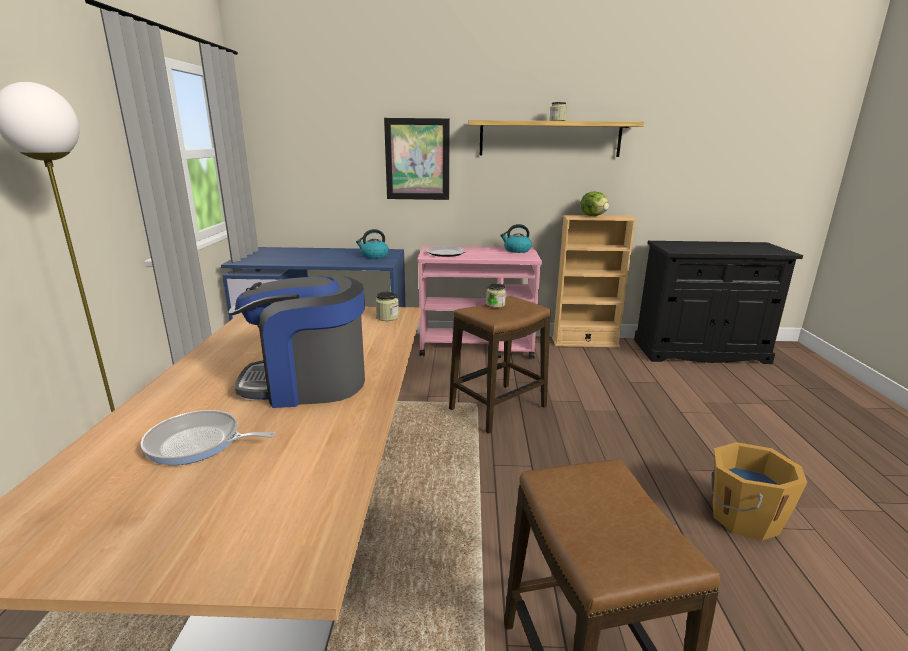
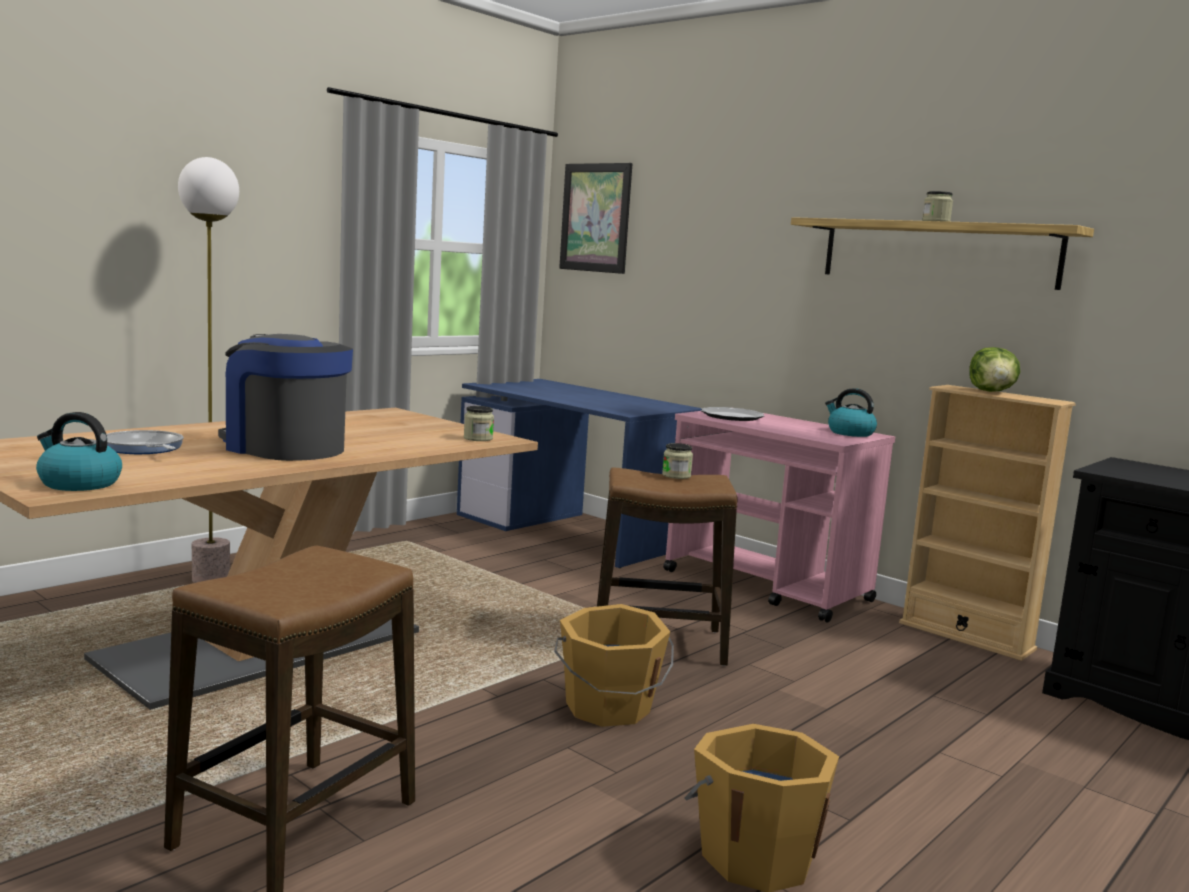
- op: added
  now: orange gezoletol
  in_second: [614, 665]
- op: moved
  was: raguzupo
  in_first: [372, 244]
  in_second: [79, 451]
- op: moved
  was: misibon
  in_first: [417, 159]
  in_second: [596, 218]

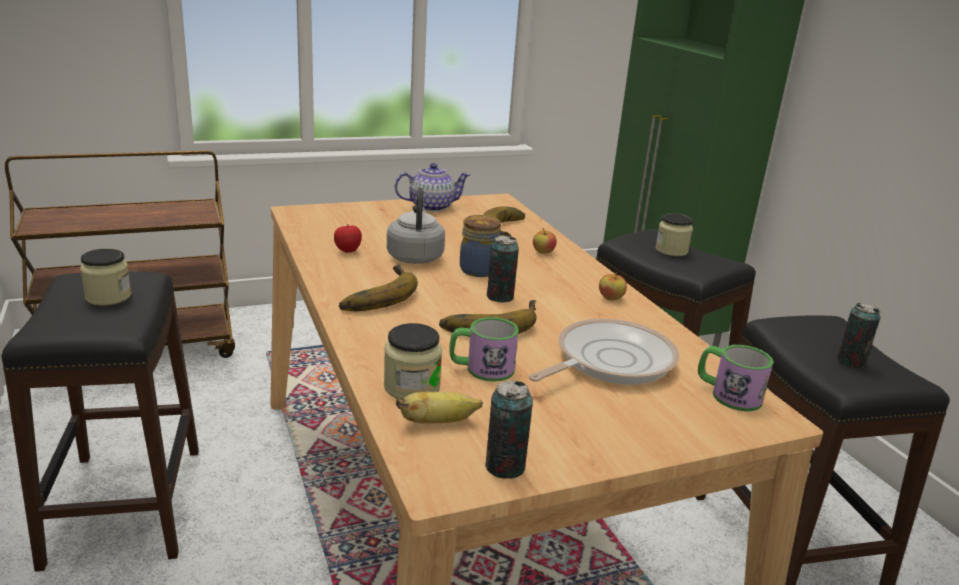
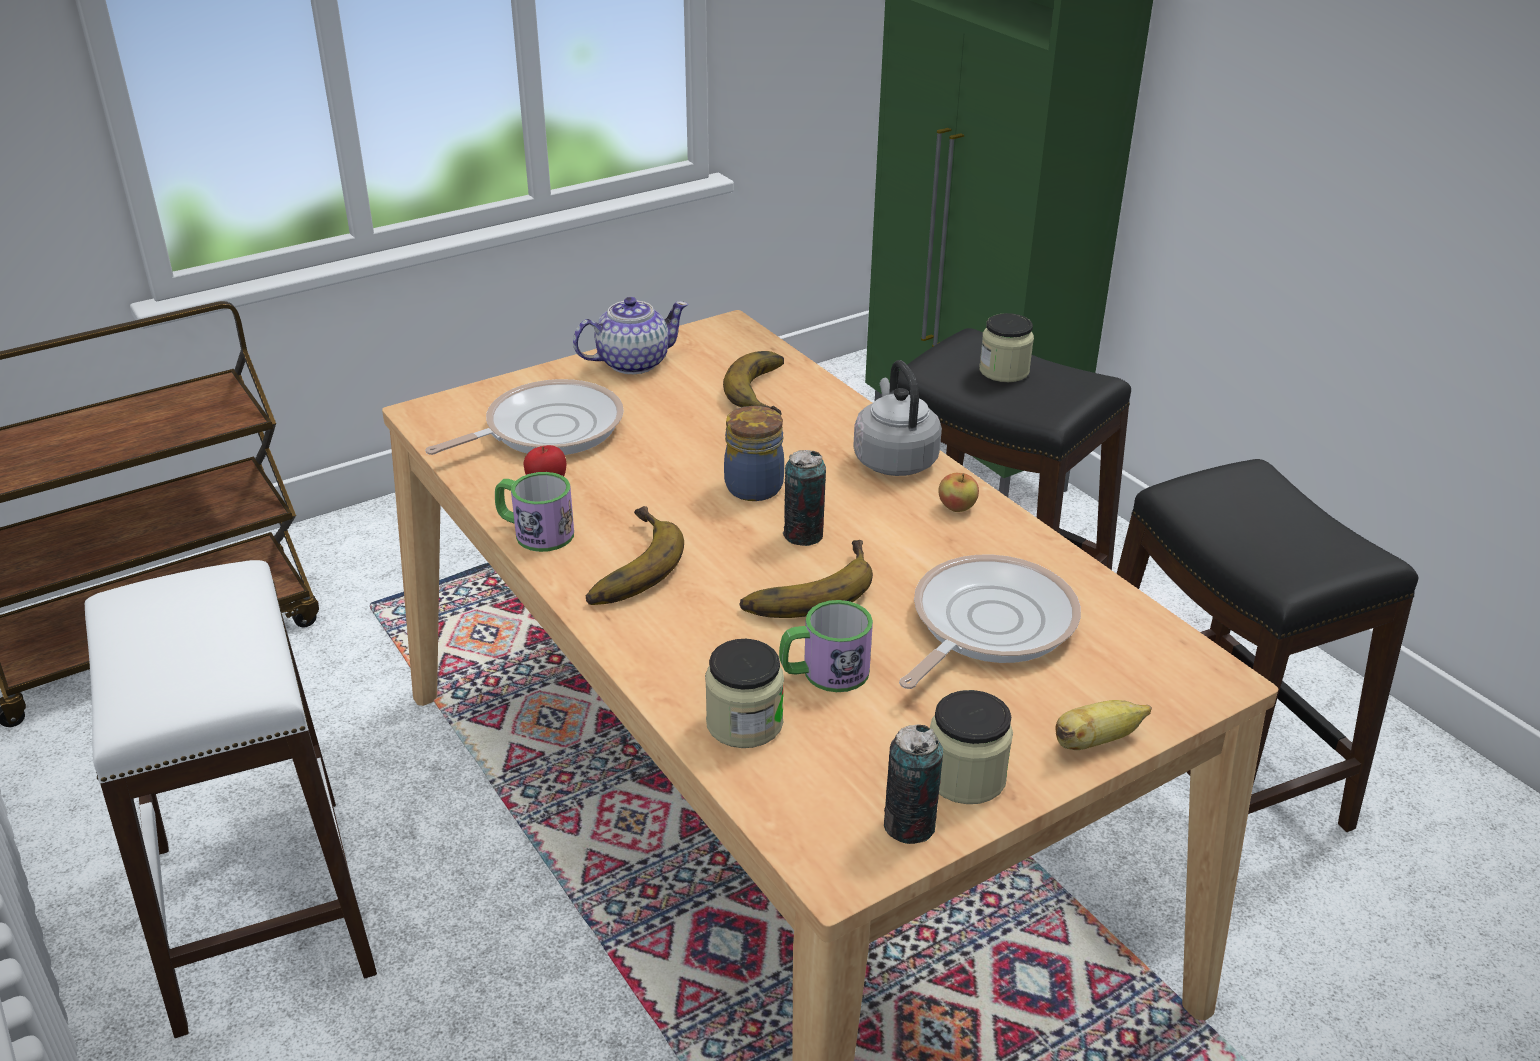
- op: removed
  was: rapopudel
  in_first: [545, 241]
- op: removed
  was: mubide
  in_first: [858, 336]
- op: added
  now: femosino
  in_second: [524, 417]
- op: moved
  was: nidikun
  in_first: [105, 277]
  in_second: [971, 747]
- op: moved
  was: grey raguzupo
  in_first: [416, 225]
  in_second: [897, 418]
- op: moved
  was: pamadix
  in_first: [439, 407]
  in_second: [1103, 725]
- op: moved
  was: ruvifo
  in_first: [736, 378]
  in_second: [534, 512]
- op: recoloured
  was: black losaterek
  now: white losaterek
  in_first: [100, 421]
  in_second: [231, 799]

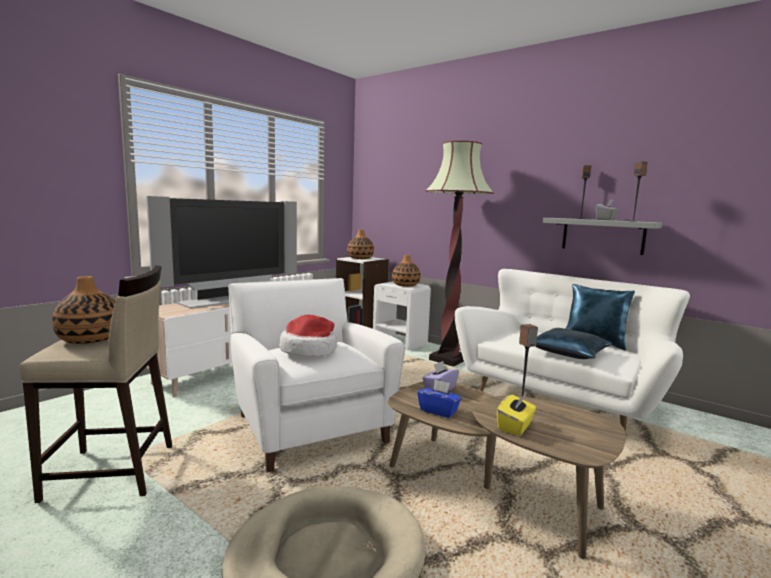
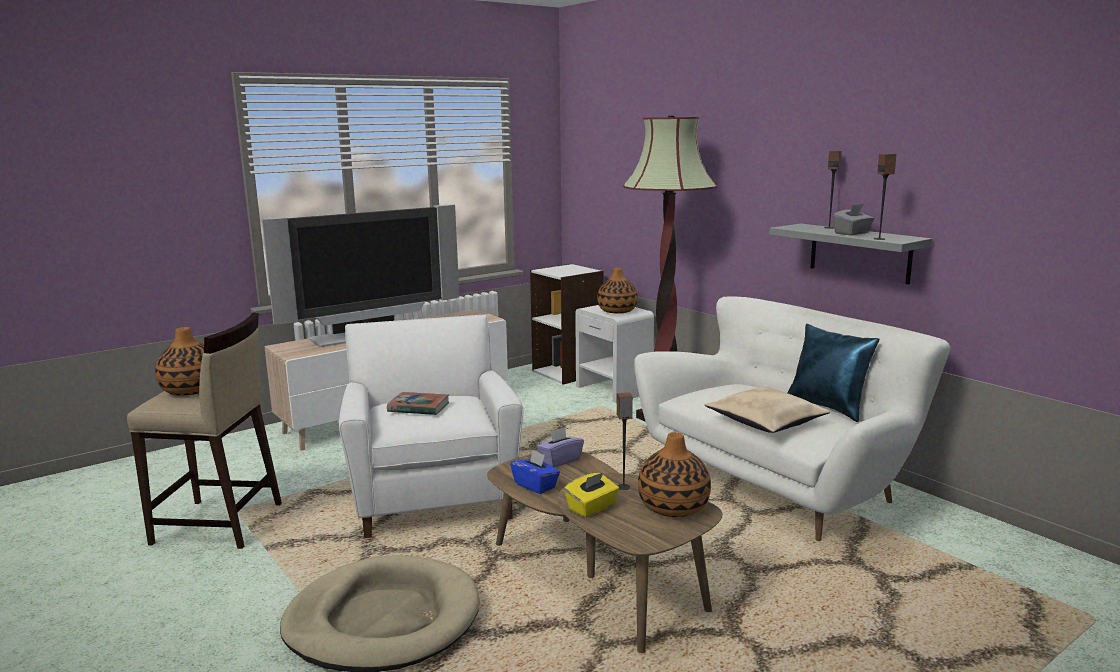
- op: moved
  was: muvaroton
  in_first: [360, 244]
  in_second: [674, 474]
- op: replaced
  was: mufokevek
  now: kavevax
  in_first: [308, 336]
  in_second: [418, 403]
- op: recoloured
  was: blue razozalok
  now: beige razozalok
  in_first: [573, 343]
  in_second: [767, 410]

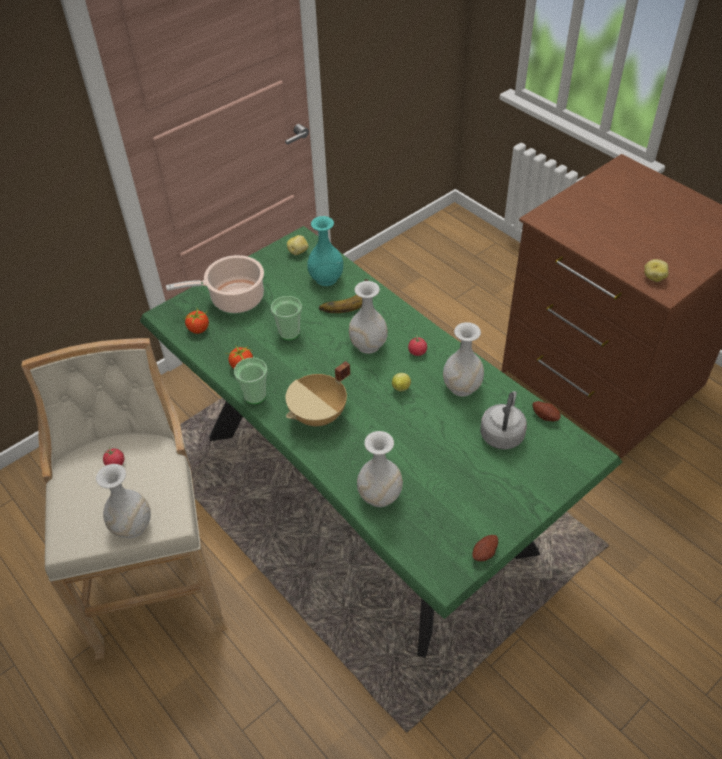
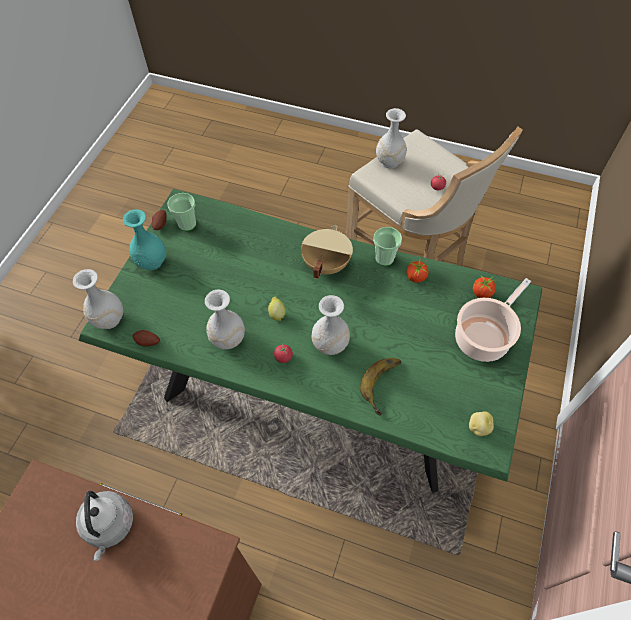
- op: removed
  was: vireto
  in_first: [656, 270]
- op: moved
  was: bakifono
  in_first: [286, 318]
  in_second: [182, 212]
- op: moved
  was: turquoise muvaroton
  in_first: [325, 251]
  in_second: [144, 239]
- op: moved
  was: white muvaroton
  in_first: [380, 469]
  in_second: [98, 299]
- op: moved
  was: grey raguzupo
  in_first: [503, 420]
  in_second: [104, 526]

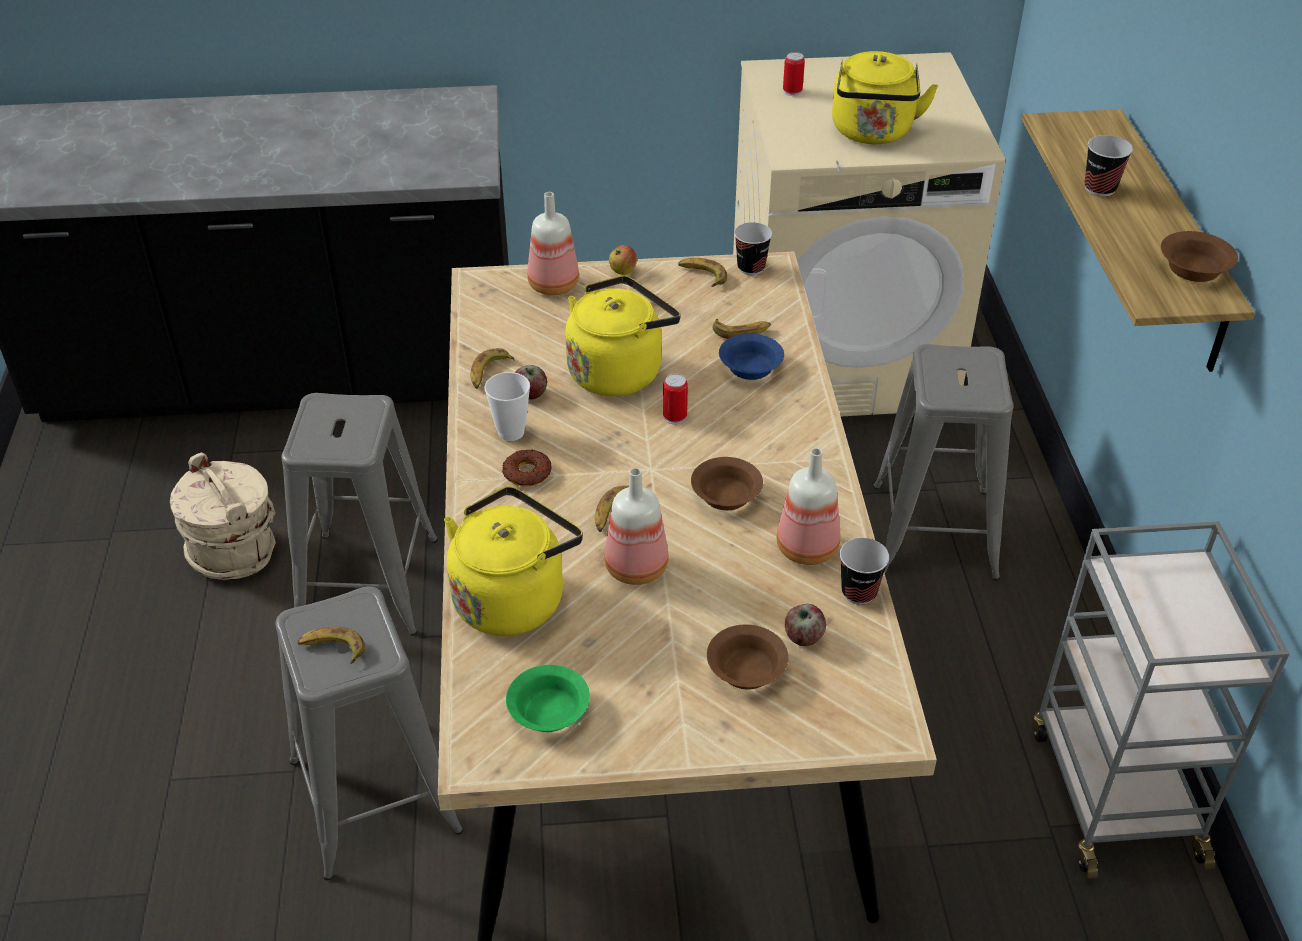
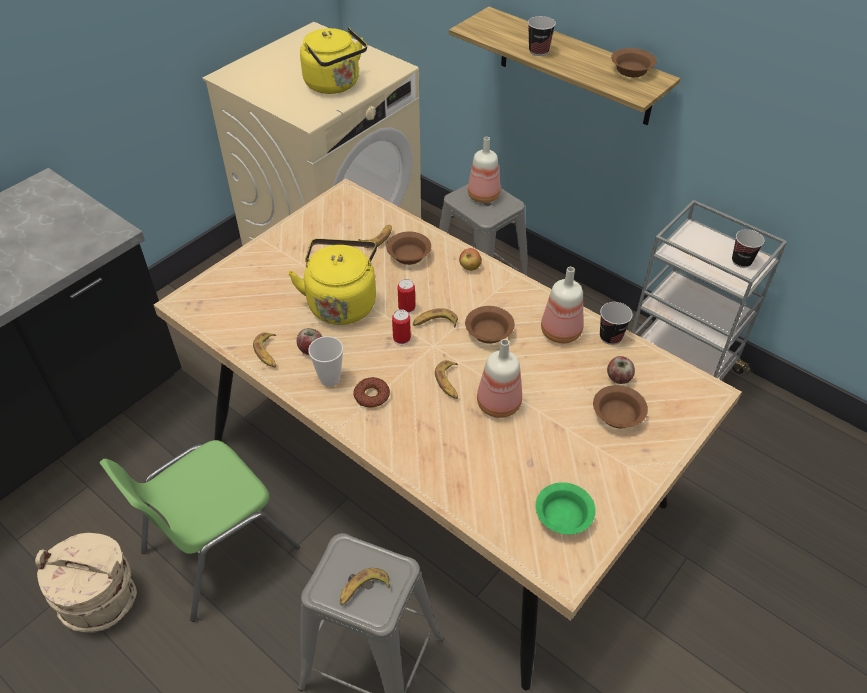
- op: removed
  was: yellow raguzupo
  in_first: [513, 561]
- op: moved
  was: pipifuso
  in_first: [553, 243]
  in_second: [484, 170]
- op: moved
  was: rapopudel
  in_first: [623, 260]
  in_second: [470, 259]
- op: moved
  was: pamadix
  in_first: [702, 272]
  in_second: [435, 318]
- op: moved
  was: bakifono
  in_first: [753, 248]
  in_second: [748, 248]
- op: moved
  was: mubide
  in_first: [794, 74]
  in_second: [401, 327]
- op: replaced
  was: grey losaterek
  now: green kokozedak
  in_first: [359, 514]
  in_second: [199, 531]
- op: recoloured
  was: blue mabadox
  now: brown mabadox
  in_first: [751, 356]
  in_second: [408, 248]

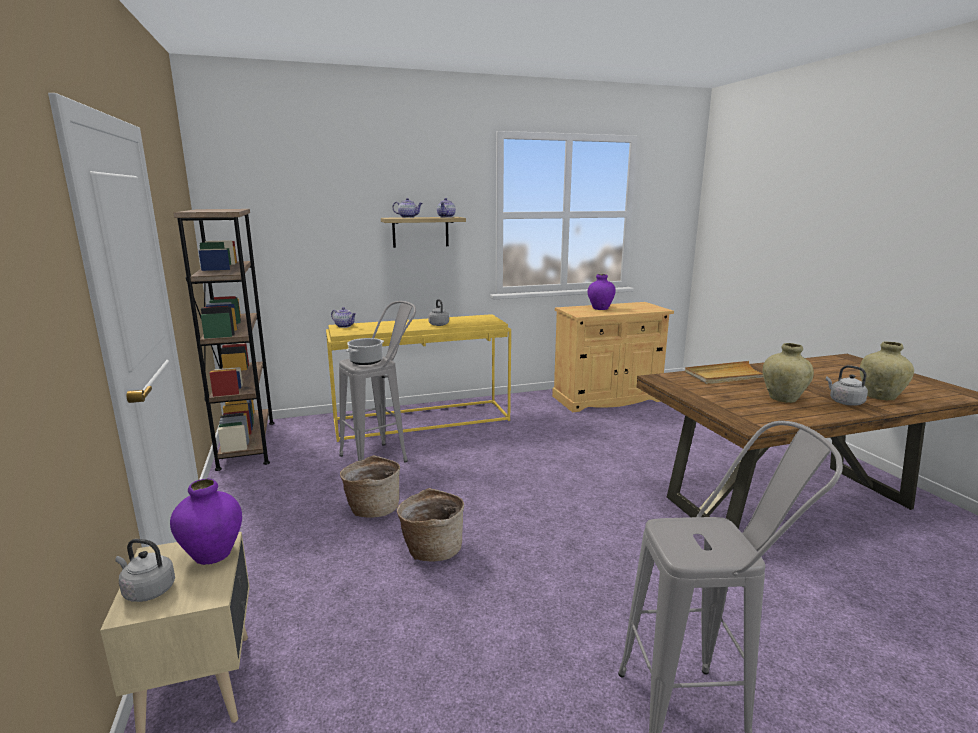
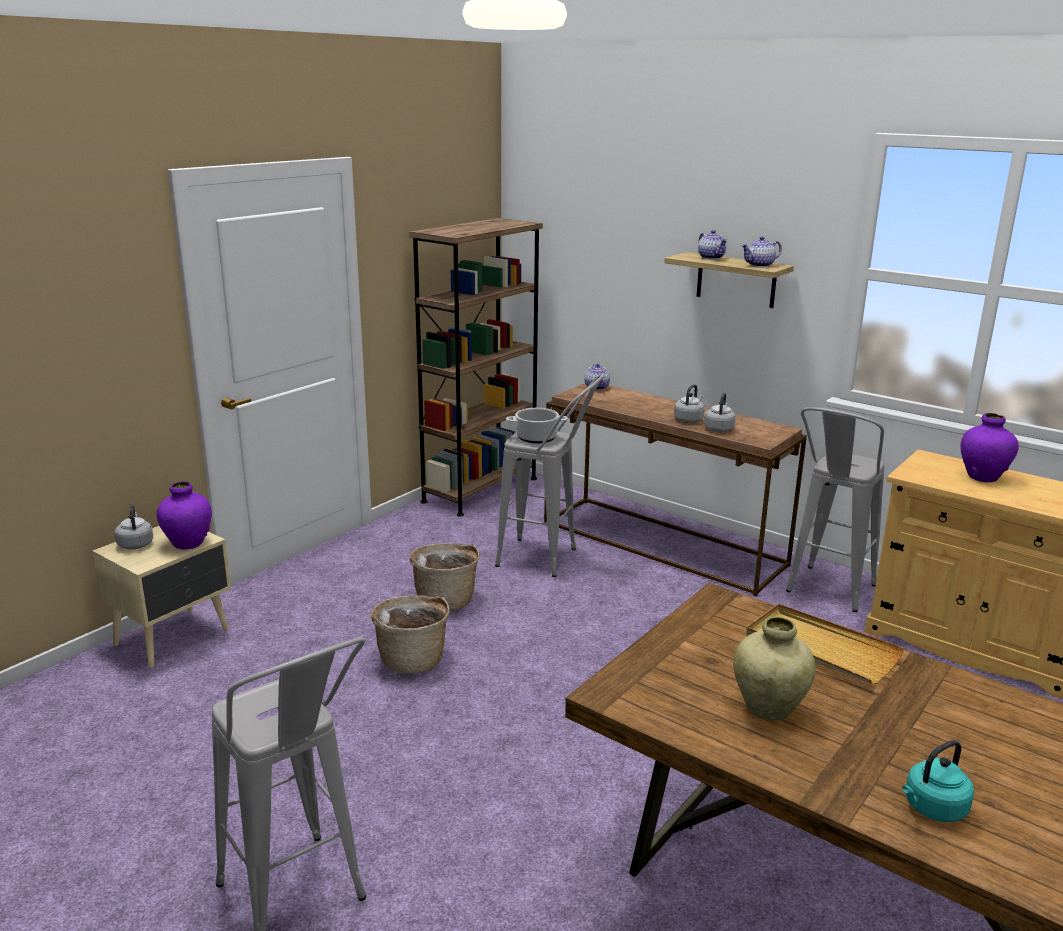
- op: added
  now: grey losaterek
  in_second: [835, 509]
- op: moved
  was: grey raguzupo
  in_first: [847, 385]
  in_second: [720, 412]
- op: replaced
  was: beige muvaroton
  now: turquoise raguzupo
  in_first: [887, 370]
  in_second: [938, 781]
- op: recoloured
  was: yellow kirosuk
  now: brown kirosuk
  in_first: [418, 378]
  in_second: [675, 489]

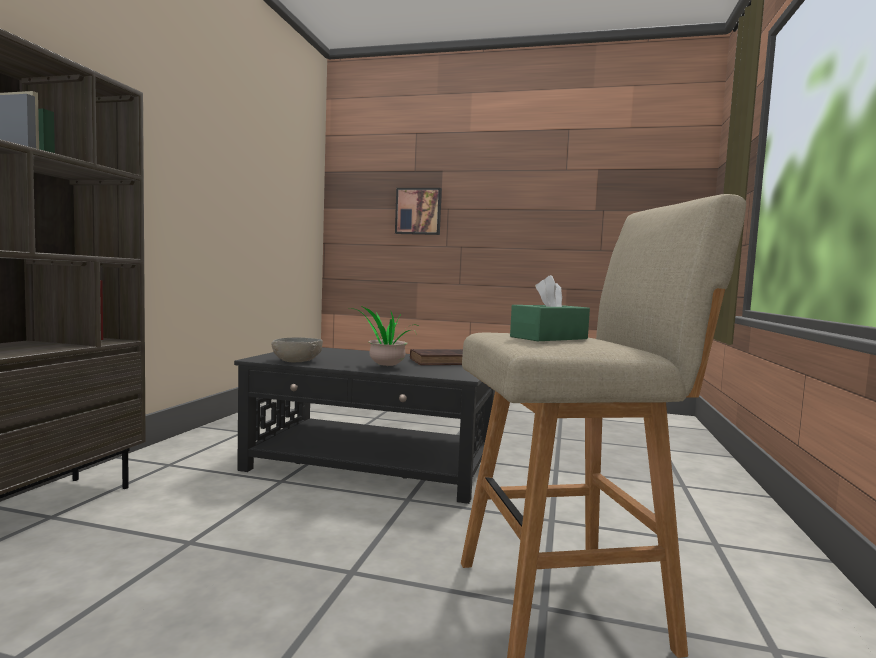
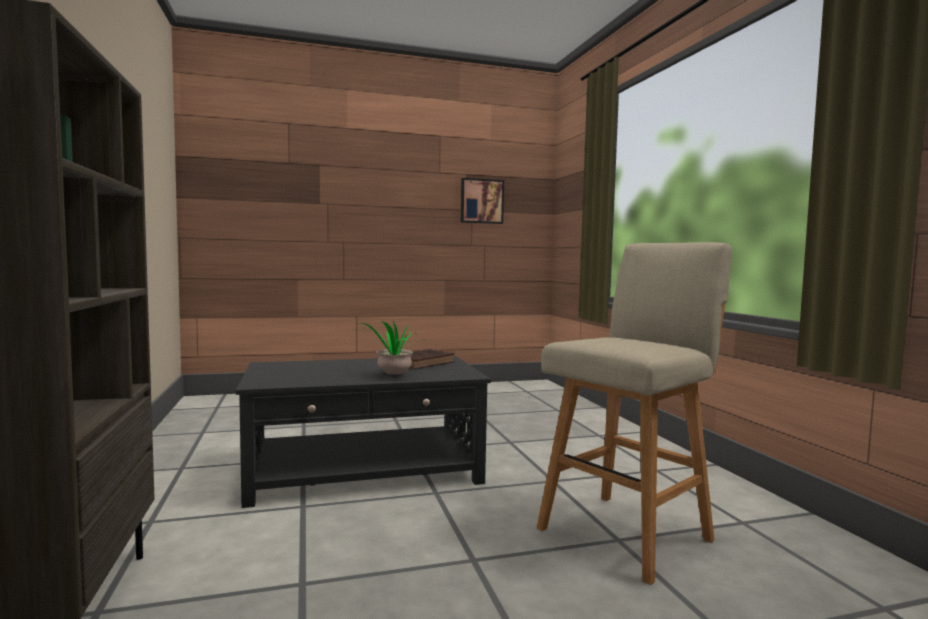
- op: removed
  was: grey mabadox
  in_first: [297, 349]
- op: removed
  was: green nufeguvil
  in_first: [550, 308]
- op: moved
  was: misibon
  in_first: [418, 211]
  in_second: [482, 201]

